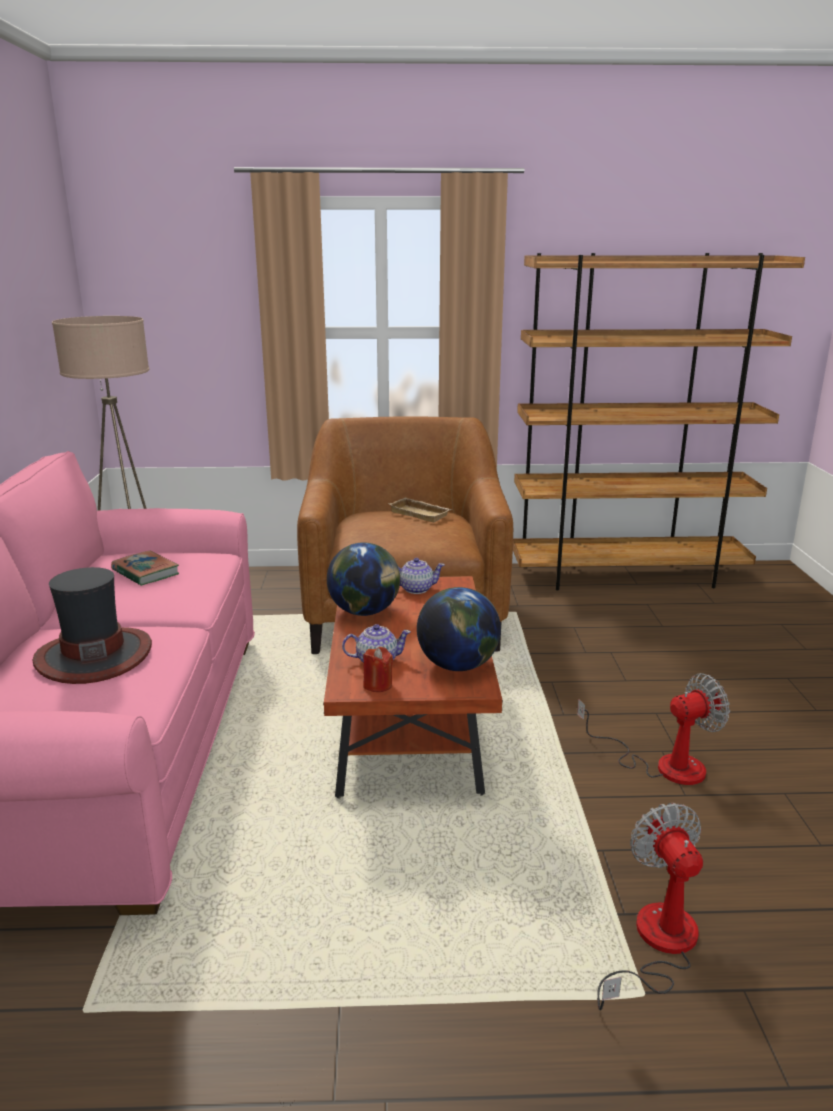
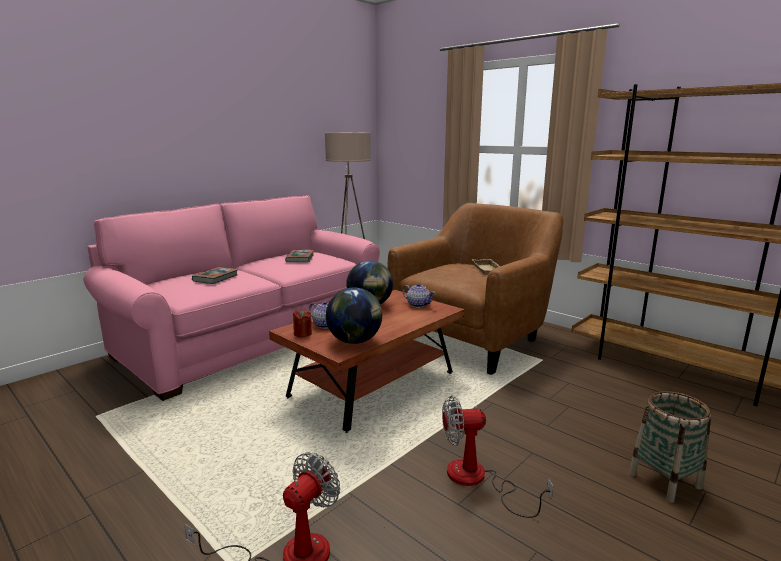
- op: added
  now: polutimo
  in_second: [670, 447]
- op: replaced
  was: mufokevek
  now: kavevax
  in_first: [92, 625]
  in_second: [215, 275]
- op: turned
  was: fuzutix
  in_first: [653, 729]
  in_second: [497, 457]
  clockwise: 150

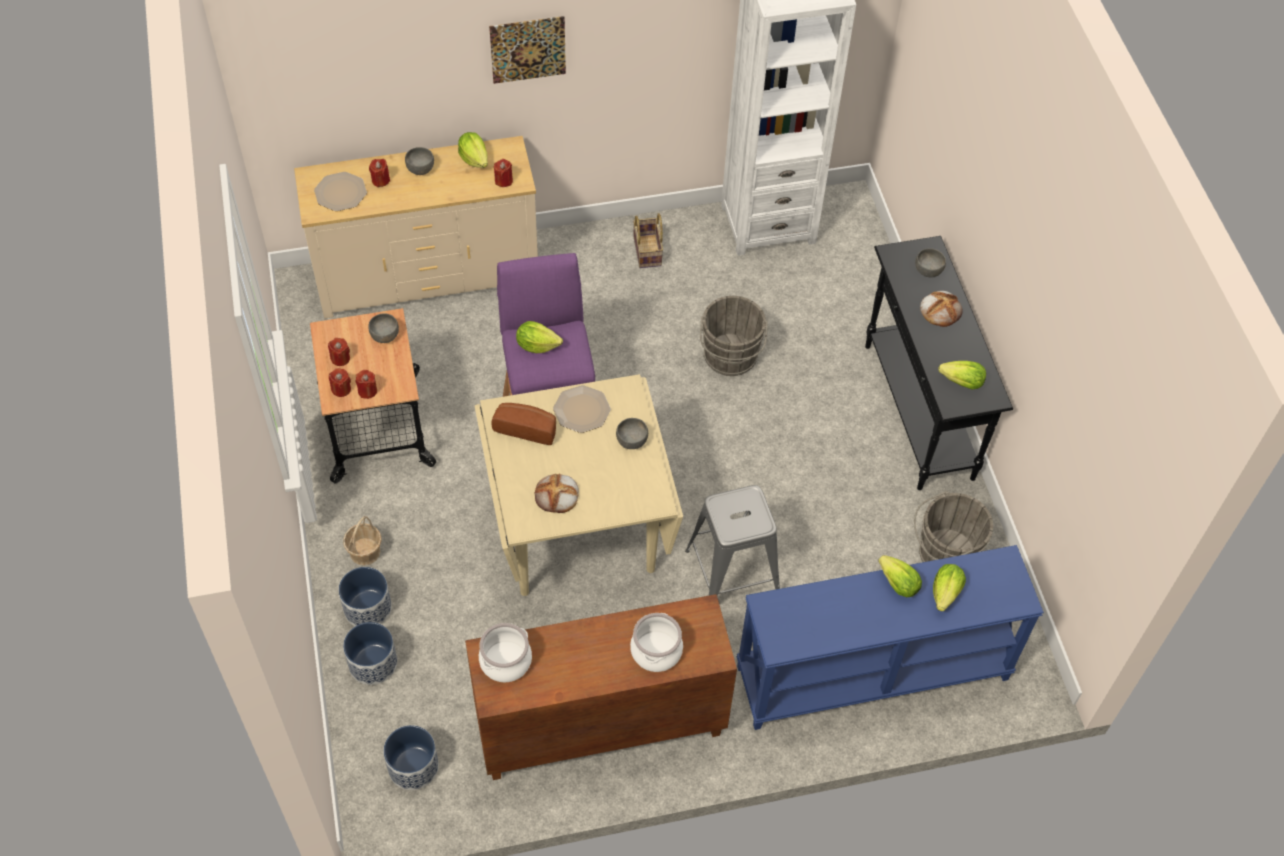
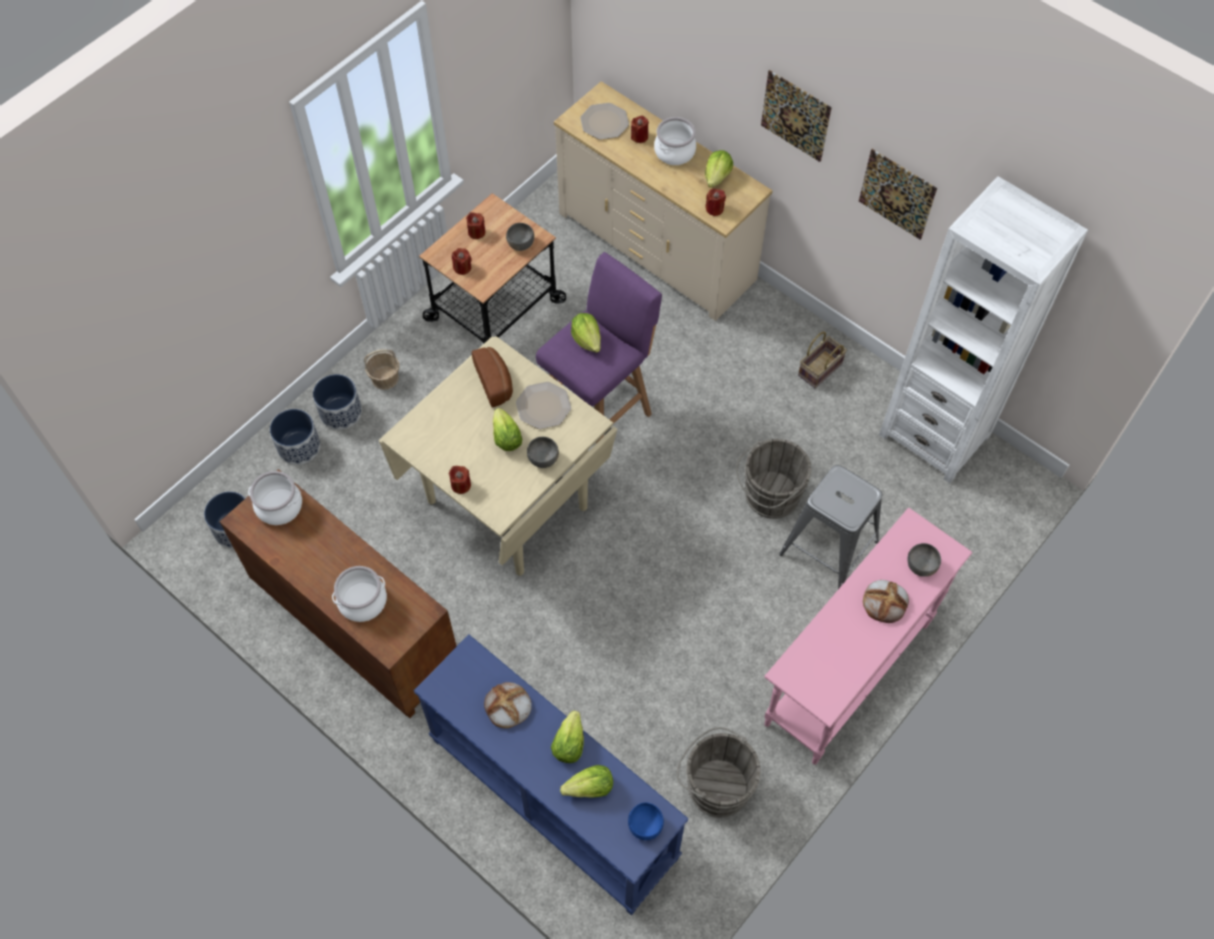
- op: added
  now: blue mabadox
  in_second: [646, 821]
- op: added
  now: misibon
  in_second: [898, 194]
- op: moved
  was: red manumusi
  in_first: [340, 382]
  in_second: [460, 480]
- op: moved
  was: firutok
  in_first: [557, 493]
  in_second: [508, 705]
- op: moved
  was: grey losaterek
  in_first: [732, 540]
  in_second: [830, 527]
- op: moved
  was: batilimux
  in_first: [962, 375]
  in_second: [507, 429]
- op: replaced
  was: grey mabadox
  now: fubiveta
  in_first: [419, 161]
  in_second: [675, 141]
- op: recoloured
  was: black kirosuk
  now: pink kirosuk
  in_first: [939, 363]
  in_second: [868, 636]

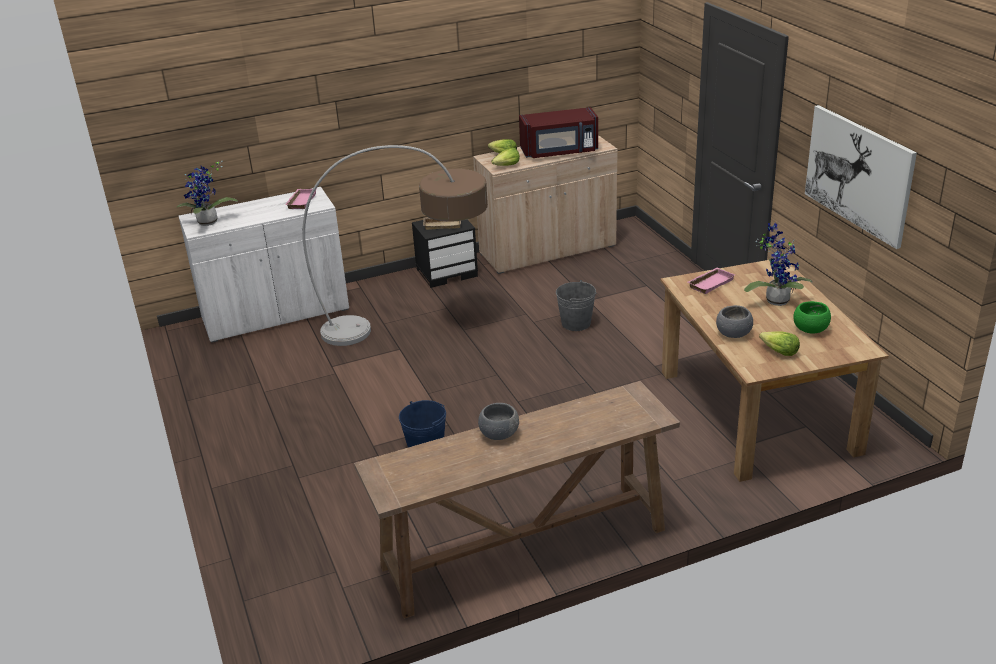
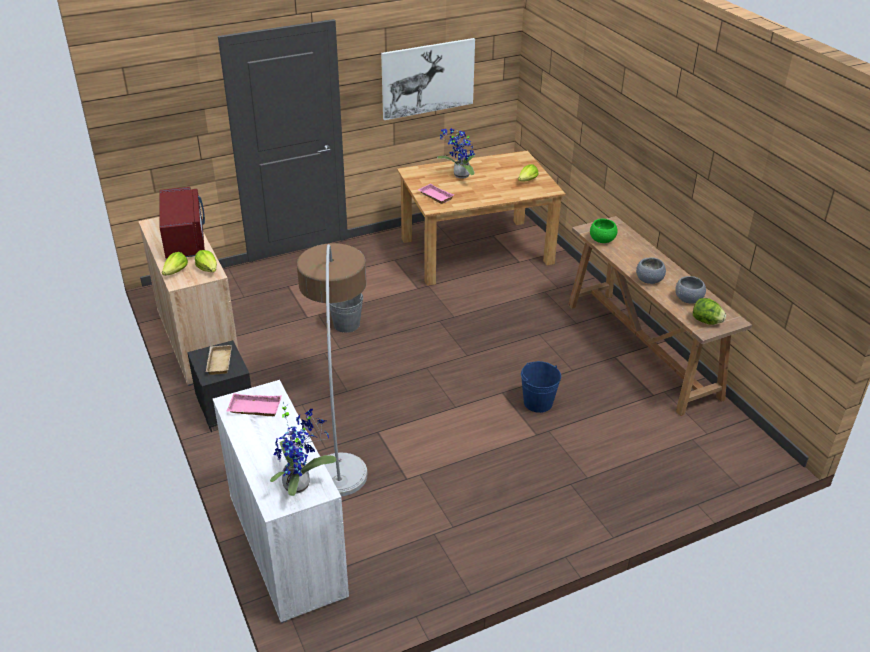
- op: added
  now: batilimux
  in_second: [709, 311]
- op: moved
  was: grey mabadox
  in_first: [734, 321]
  in_second: [690, 290]
- op: moved
  was: green mabadox
  in_first: [812, 317]
  in_second: [604, 231]

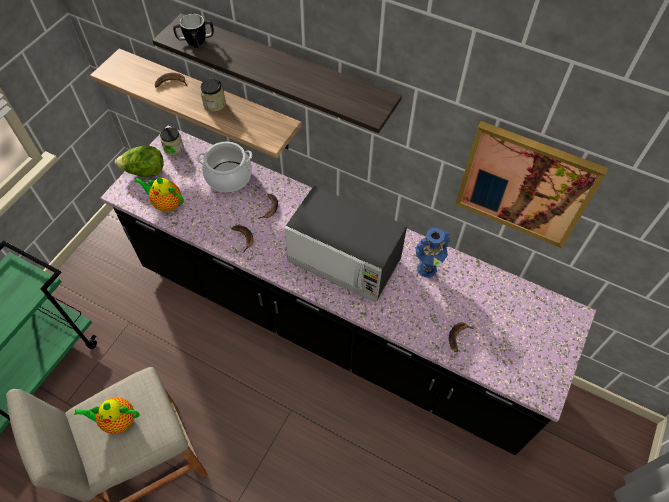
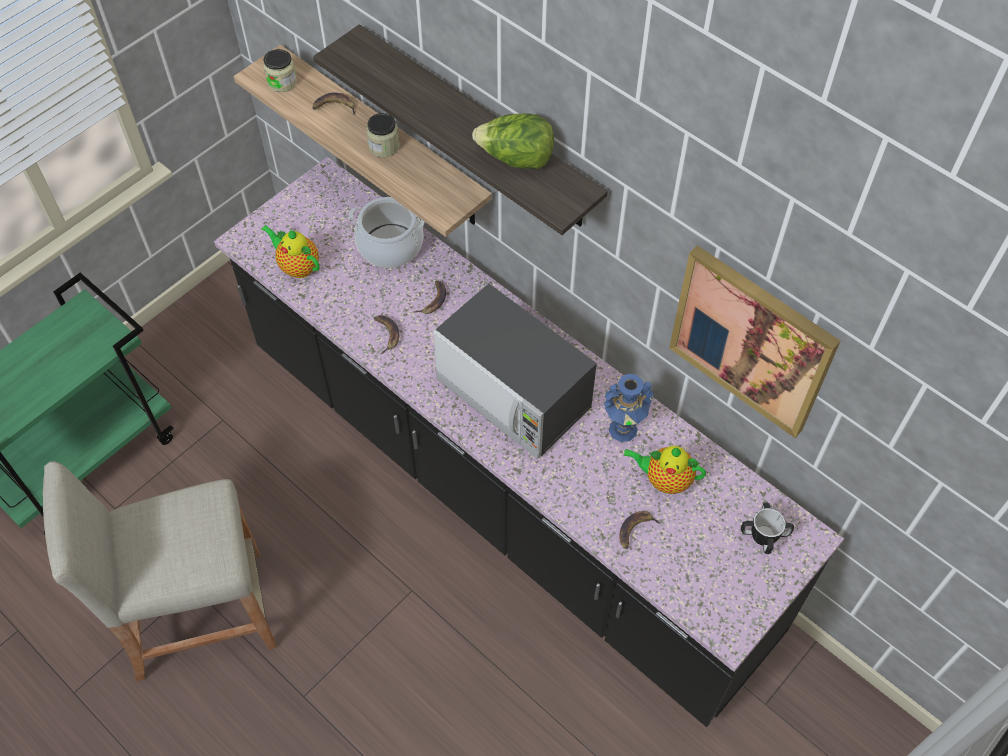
- op: moved
  was: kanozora
  in_first: [107, 415]
  in_second: [665, 470]
- op: moved
  was: batilimux
  in_first: [139, 161]
  in_second: [513, 141]
- op: moved
  was: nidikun
  in_first: [172, 141]
  in_second: [280, 70]
- op: moved
  was: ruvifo
  in_first: [193, 30]
  in_second: [767, 528]

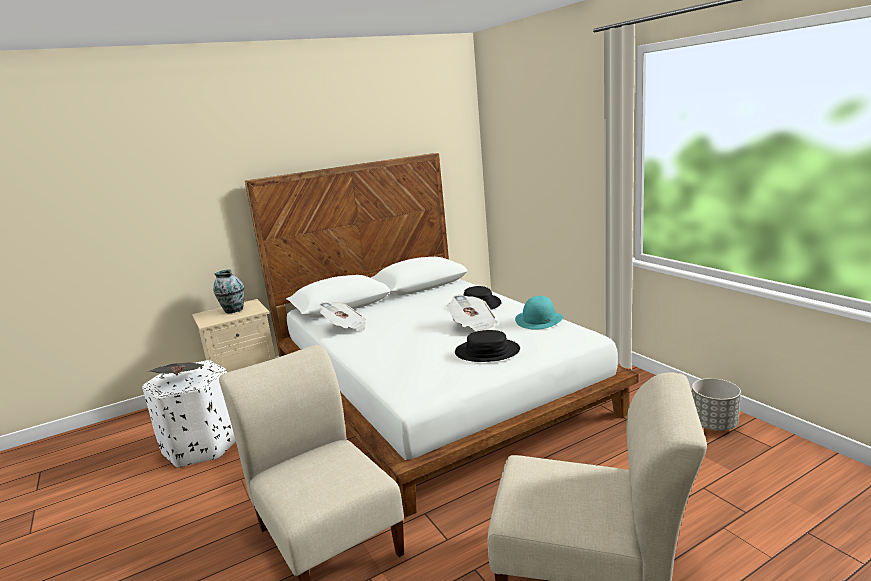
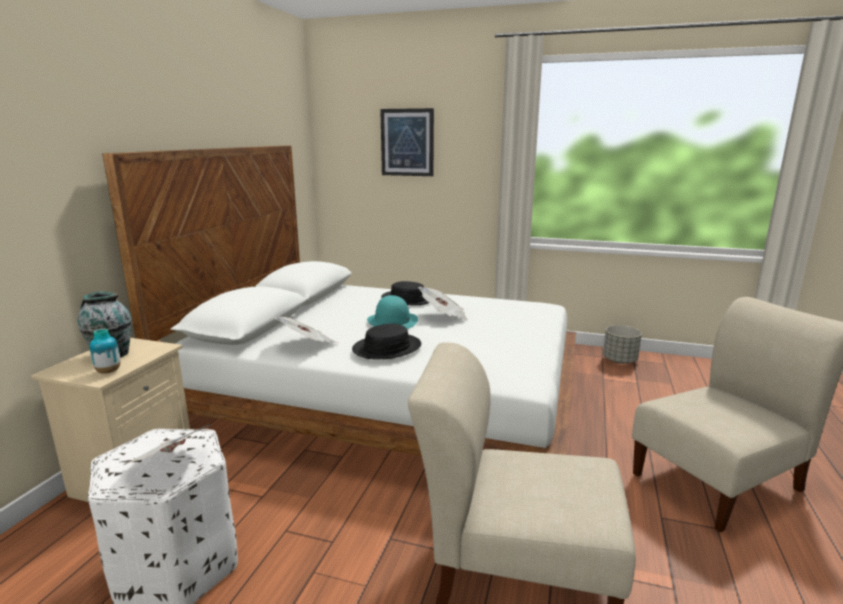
- op: added
  now: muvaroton
  in_second: [105, 351]
- op: added
  now: misibon
  in_second: [407, 142]
- op: moved
  was: black mufokevek
  in_first: [487, 346]
  in_second: [386, 341]
- op: moved
  was: turquoise mufokevek
  in_first: [539, 313]
  in_second: [392, 312]

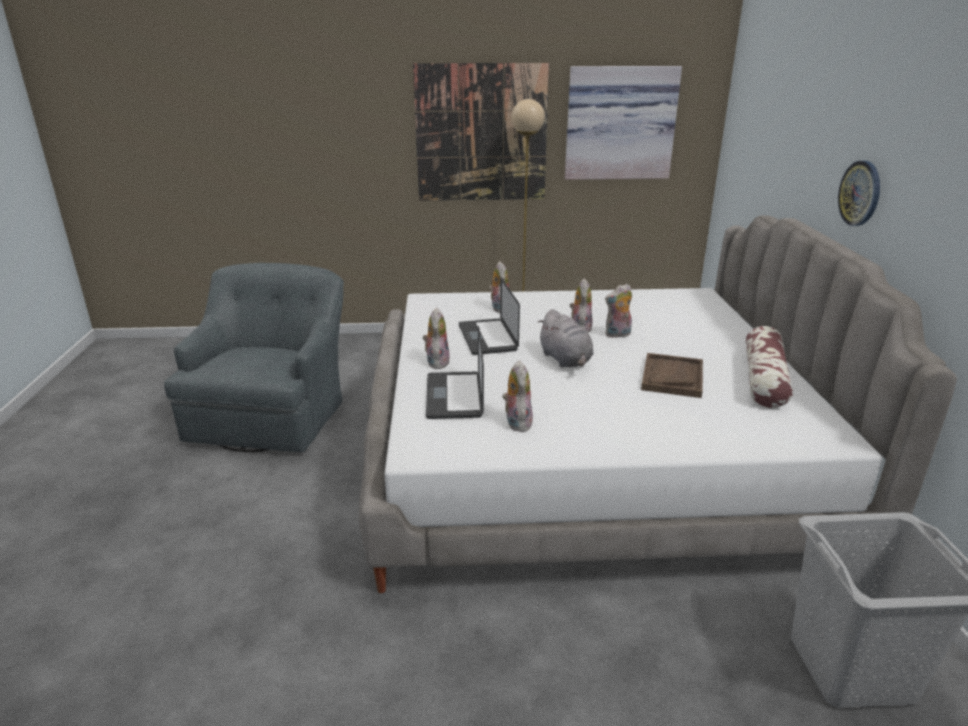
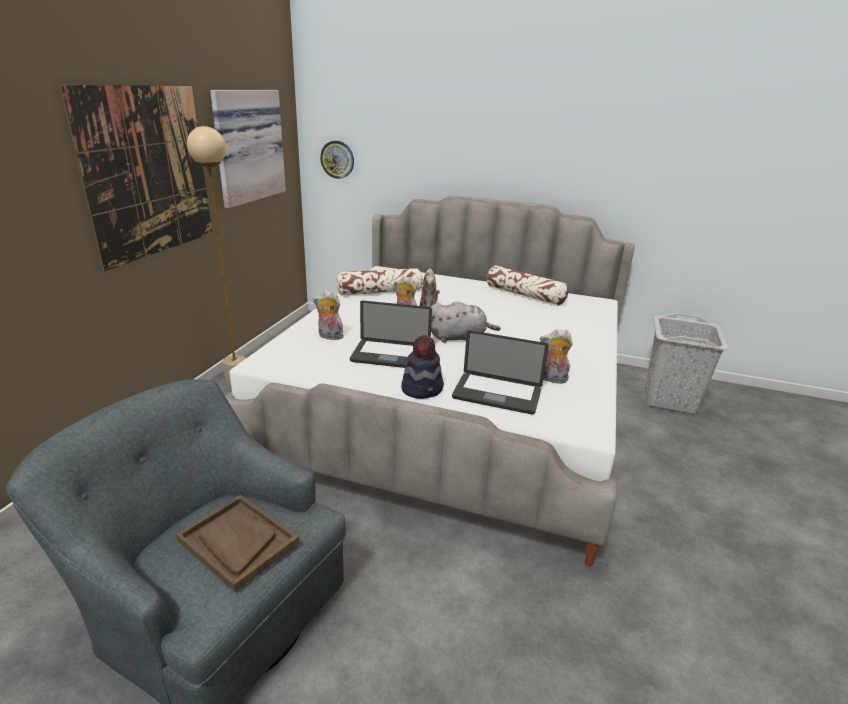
- op: added
  now: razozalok
  in_second: [379, 281]
- op: moved
  was: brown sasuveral
  in_first: [672, 375]
  in_second: [237, 543]
- op: moved
  was: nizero
  in_first: [859, 193]
  in_second: [337, 160]
- op: replaced
  was: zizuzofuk
  now: mufokevek
  in_first: [436, 338]
  in_second: [422, 367]

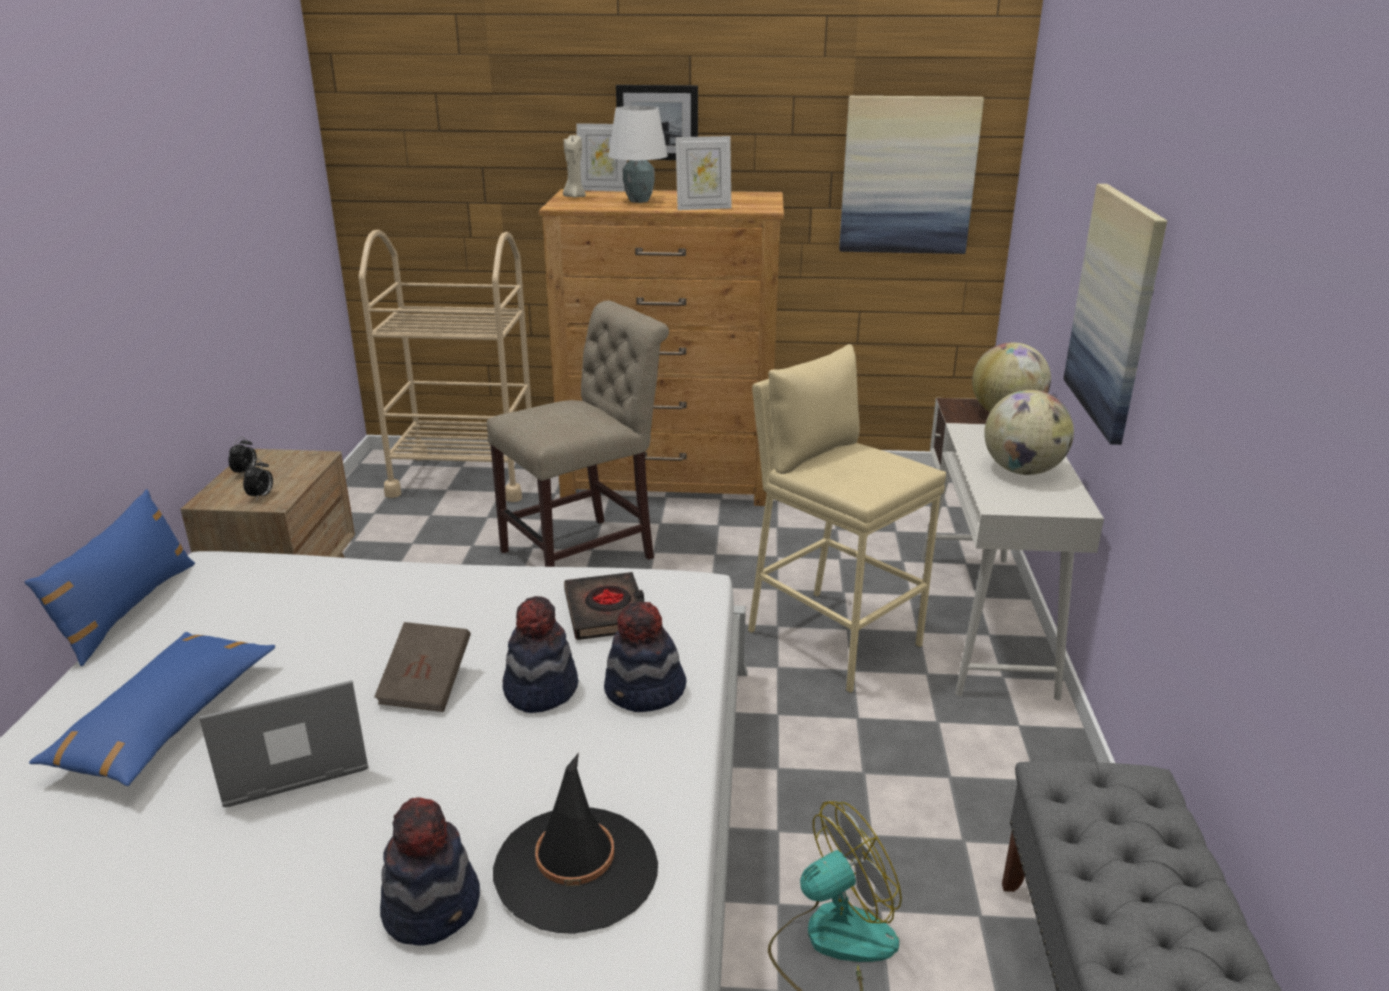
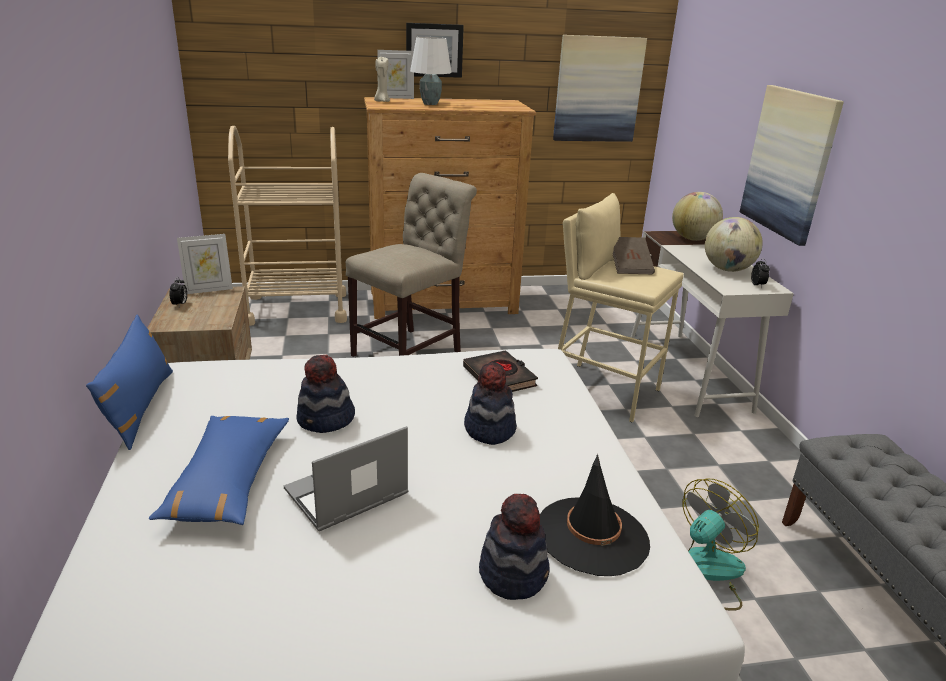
- op: moved
  was: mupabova
  in_first: [258, 480]
  in_second: [760, 273]
- op: moved
  was: brown kavevax
  in_first: [422, 667]
  in_second: [634, 255]
- op: moved
  was: mufokevek
  in_first: [645, 657]
  in_second: [326, 393]
- op: moved
  was: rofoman
  in_first: [703, 173]
  in_second: [205, 264]

